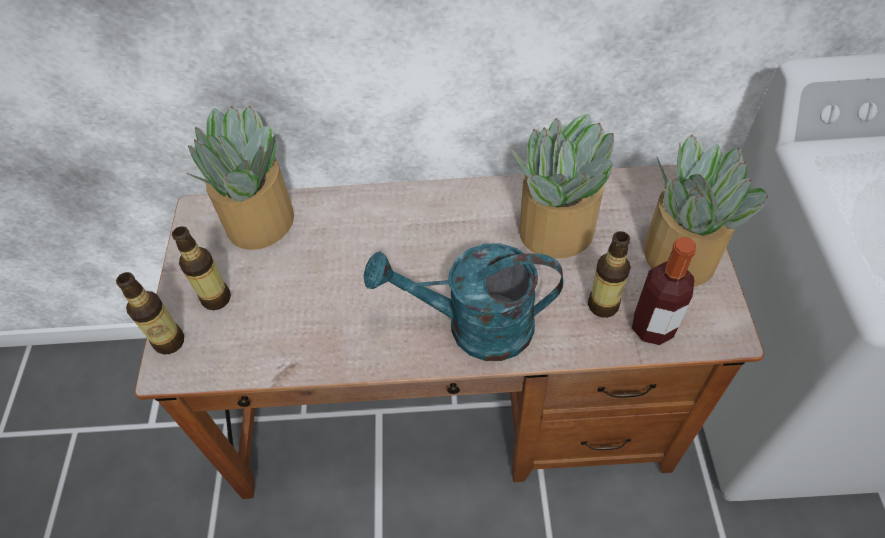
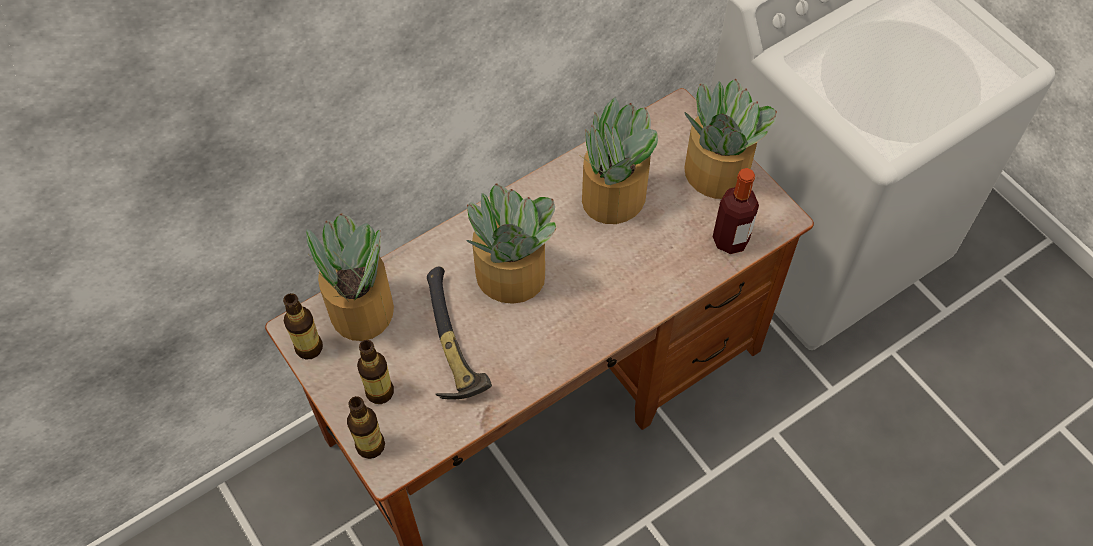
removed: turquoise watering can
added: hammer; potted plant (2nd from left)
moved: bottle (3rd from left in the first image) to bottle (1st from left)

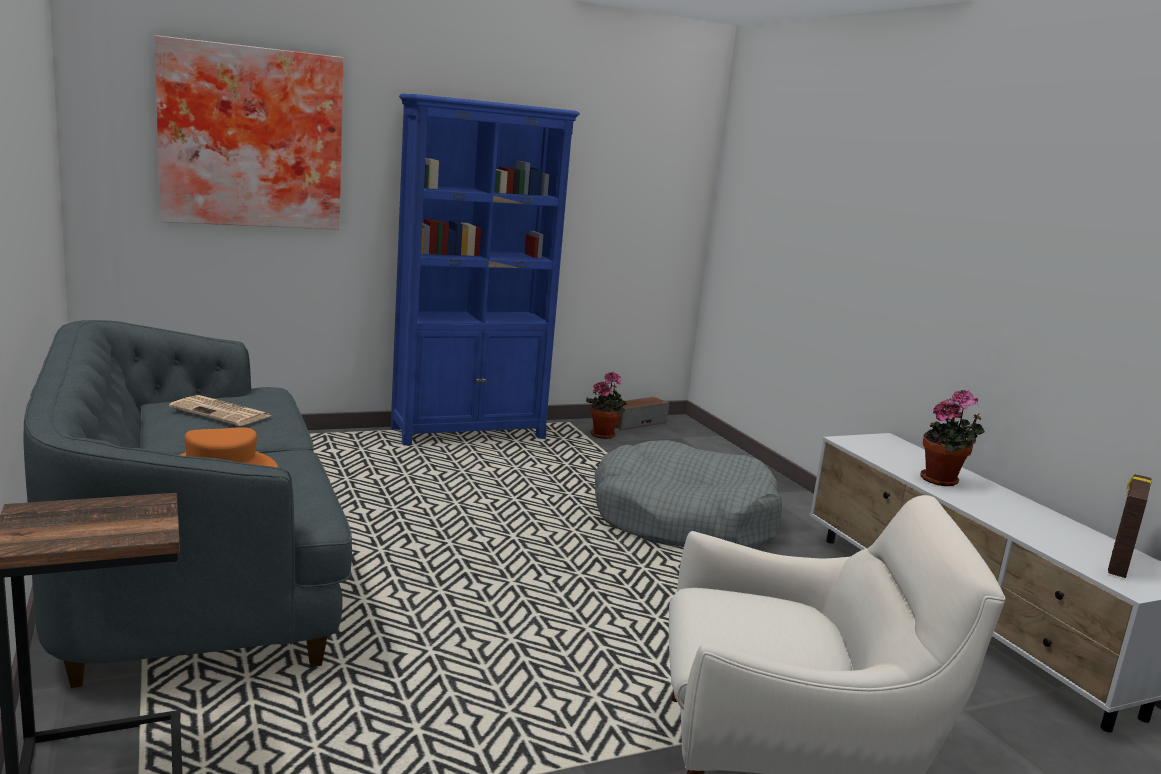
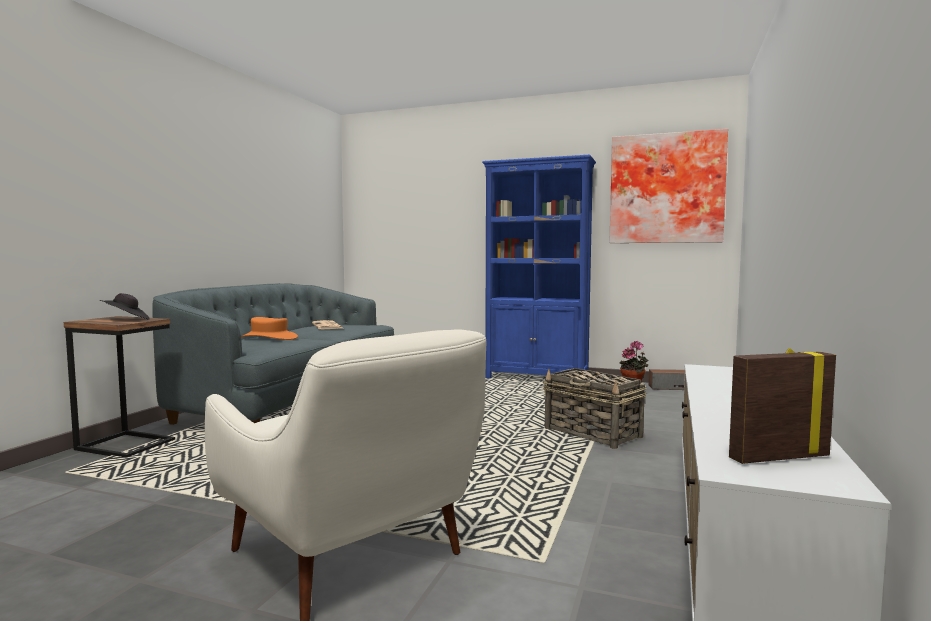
removed: potted plant (2nd from left)
added: black hat
moved: picture
replaced: grey dog bed to basket

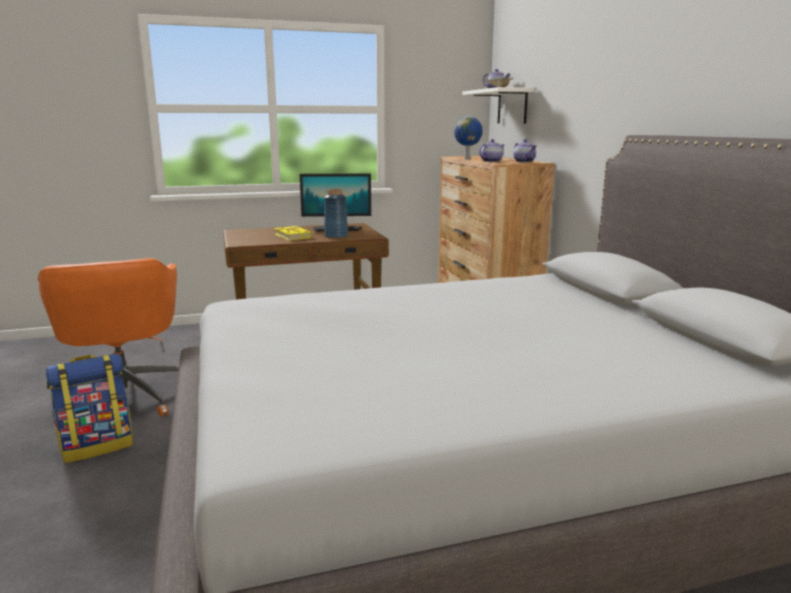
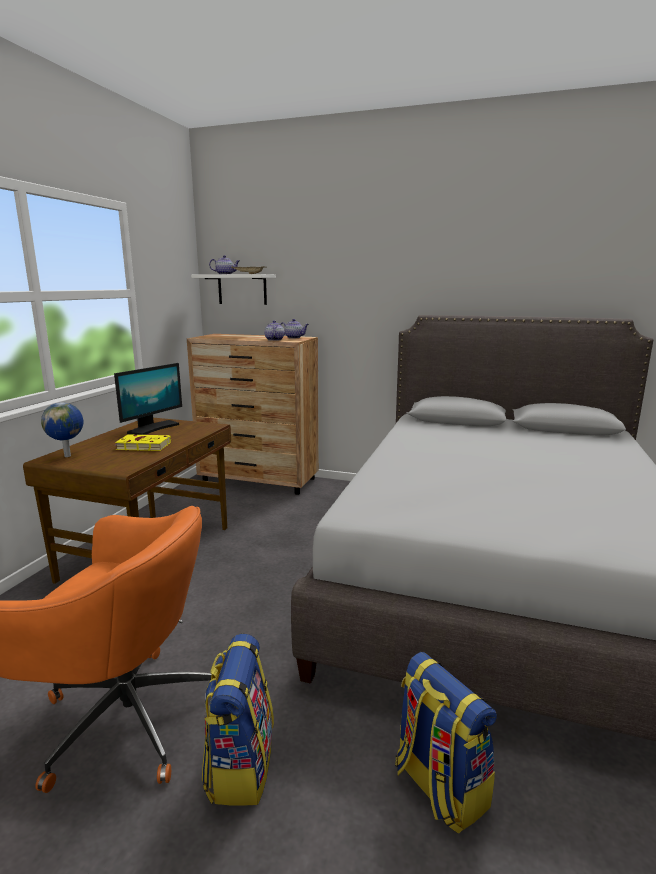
removed: blue vase
added: backpack (2nd from left)
moved: globe

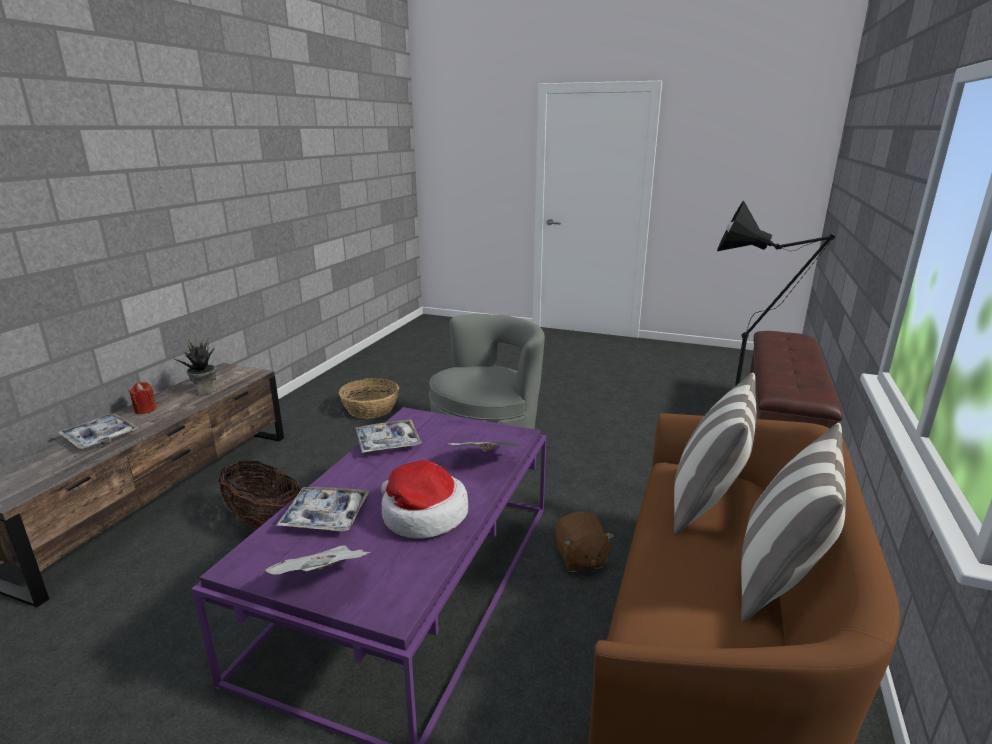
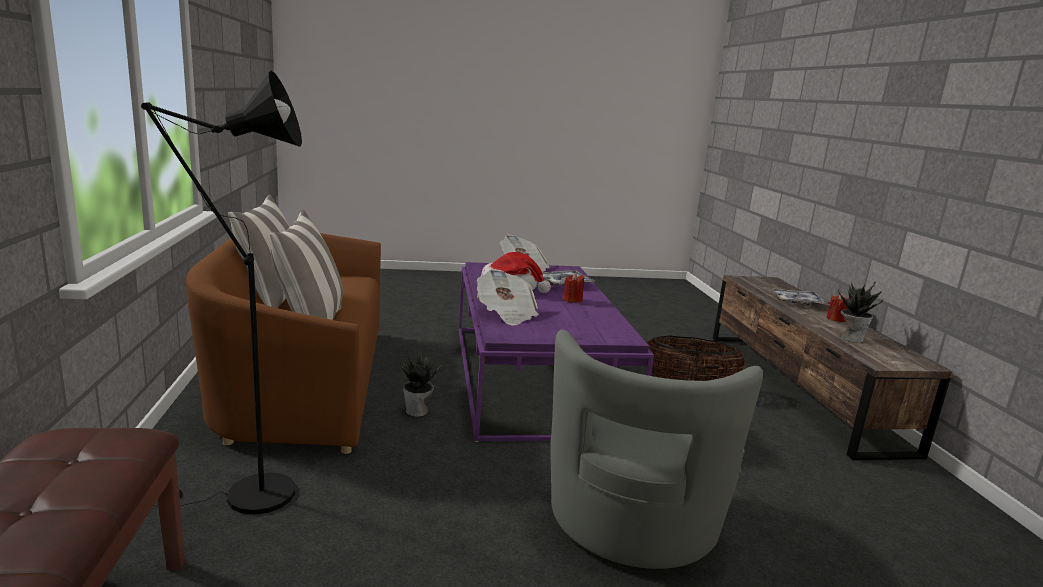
removed: basket (2nd from left); tray (3rd from left)
added: red candle (1st from left)
replaced: brown plush toy to potted plant (1st from left)

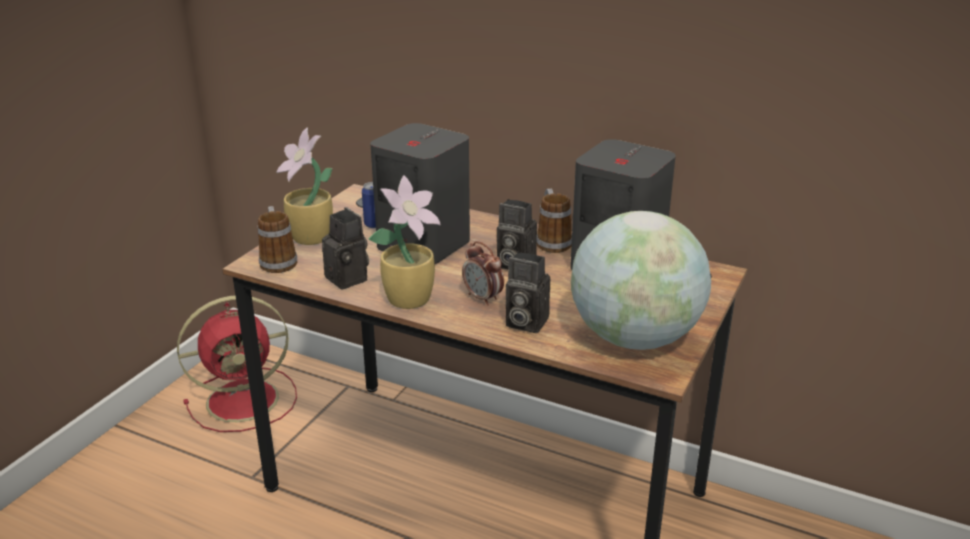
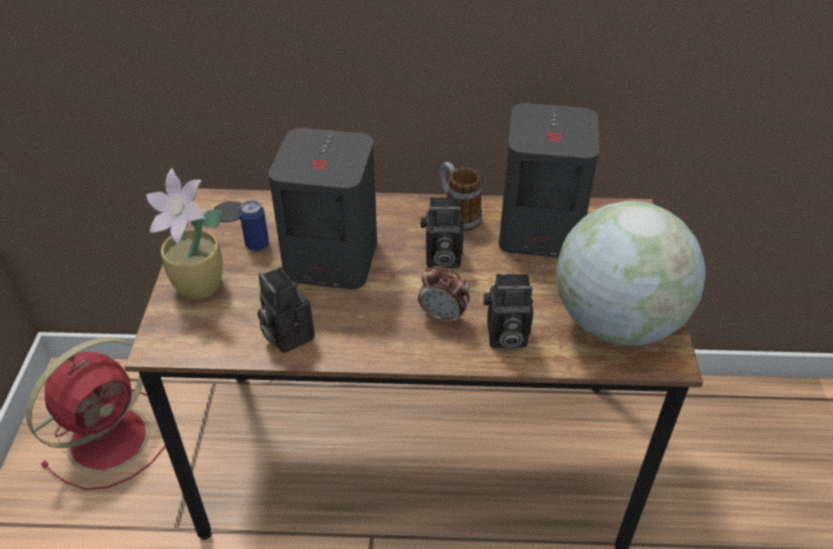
removed: mug (1st from left); potted plant (2nd from left)
turned: photo camera (1st from left) 150 degrees counterclockwise

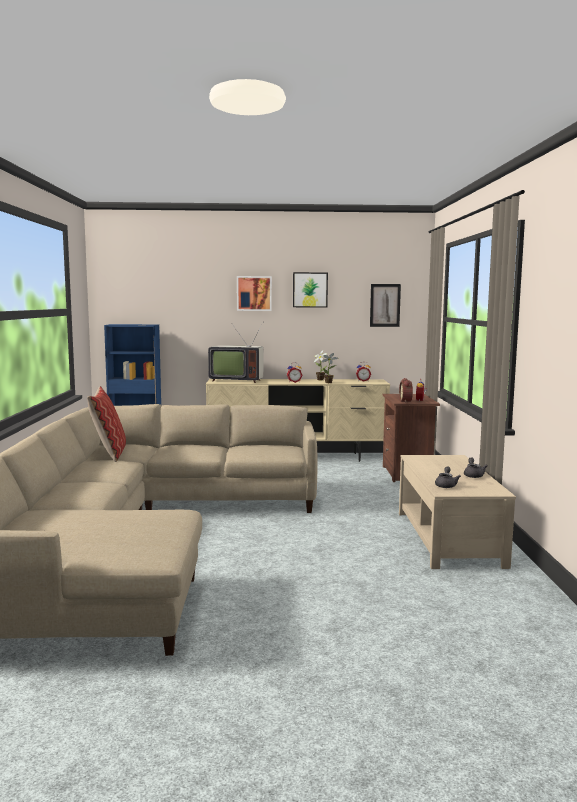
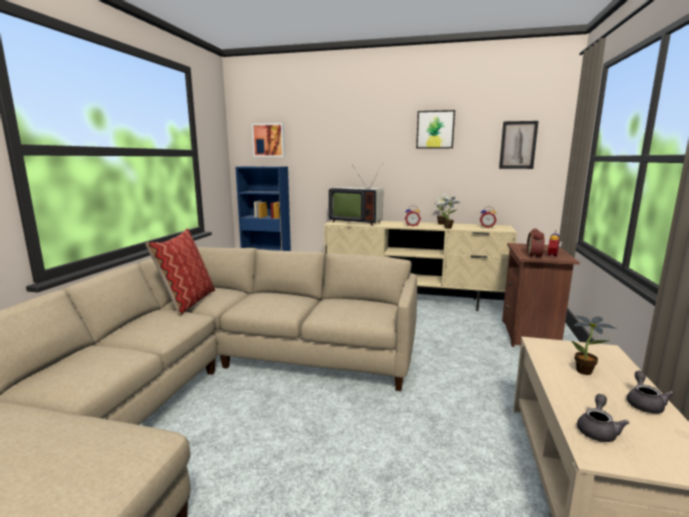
added: potted plant (3rd from left)
moved: picture (1st from left)

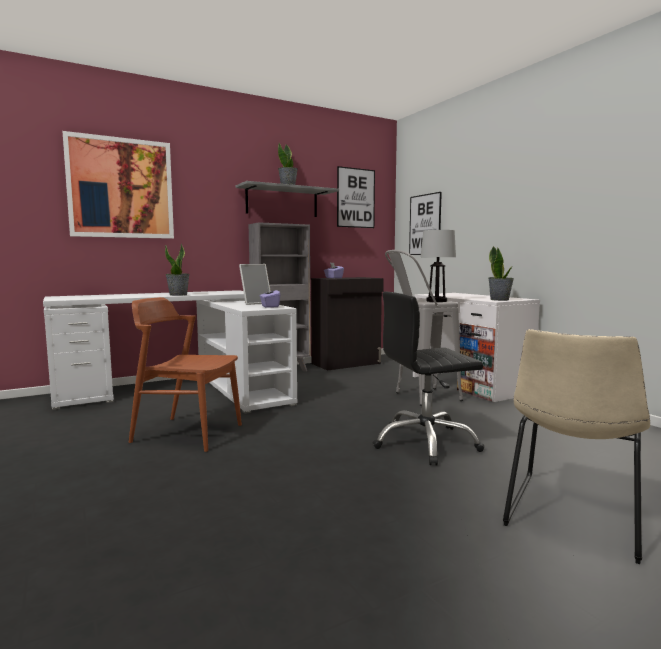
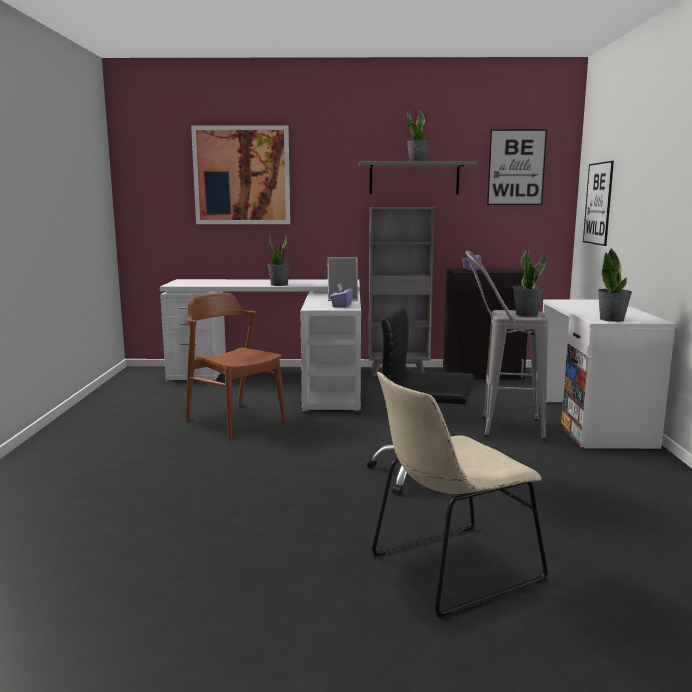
replaced: table lamp to potted plant (3rd from left)

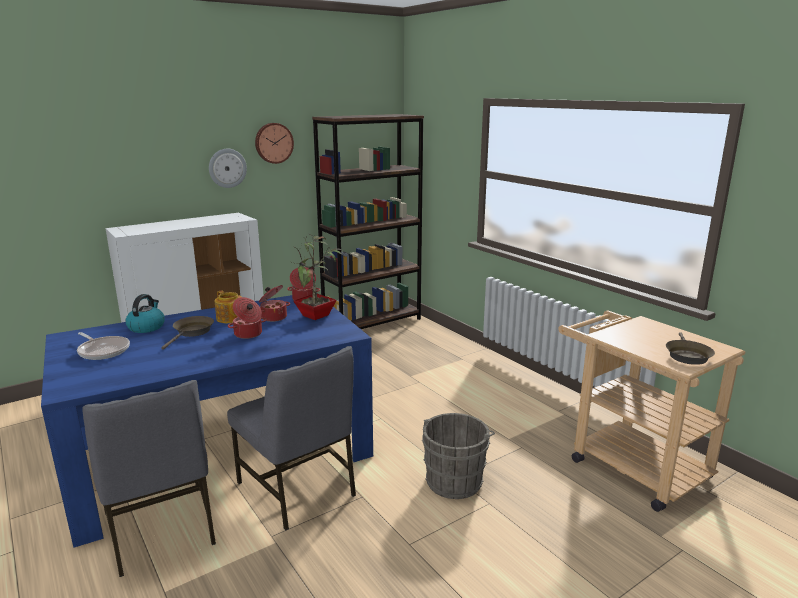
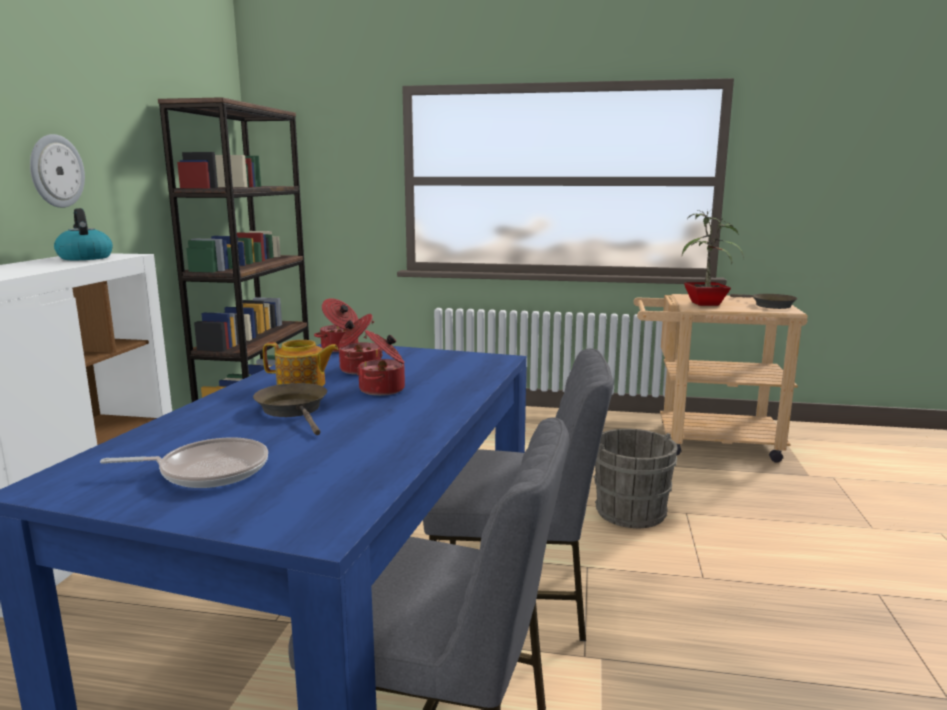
removed: wall clock (2nd from left)
moved: kettle; potted plant

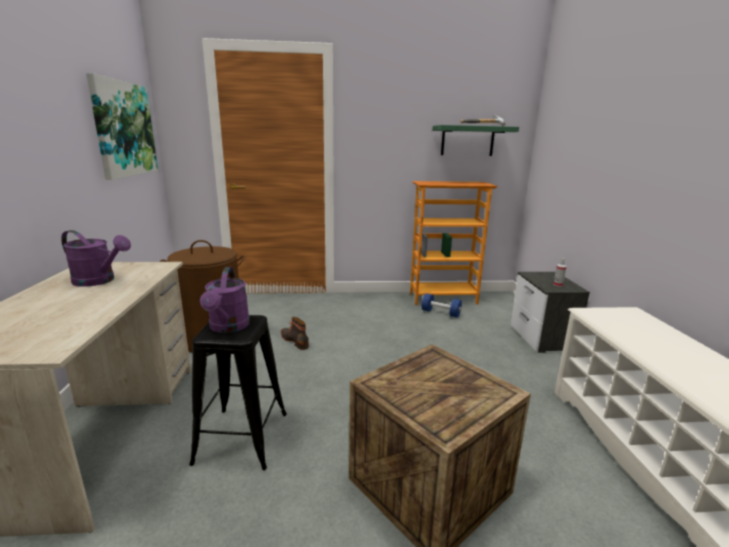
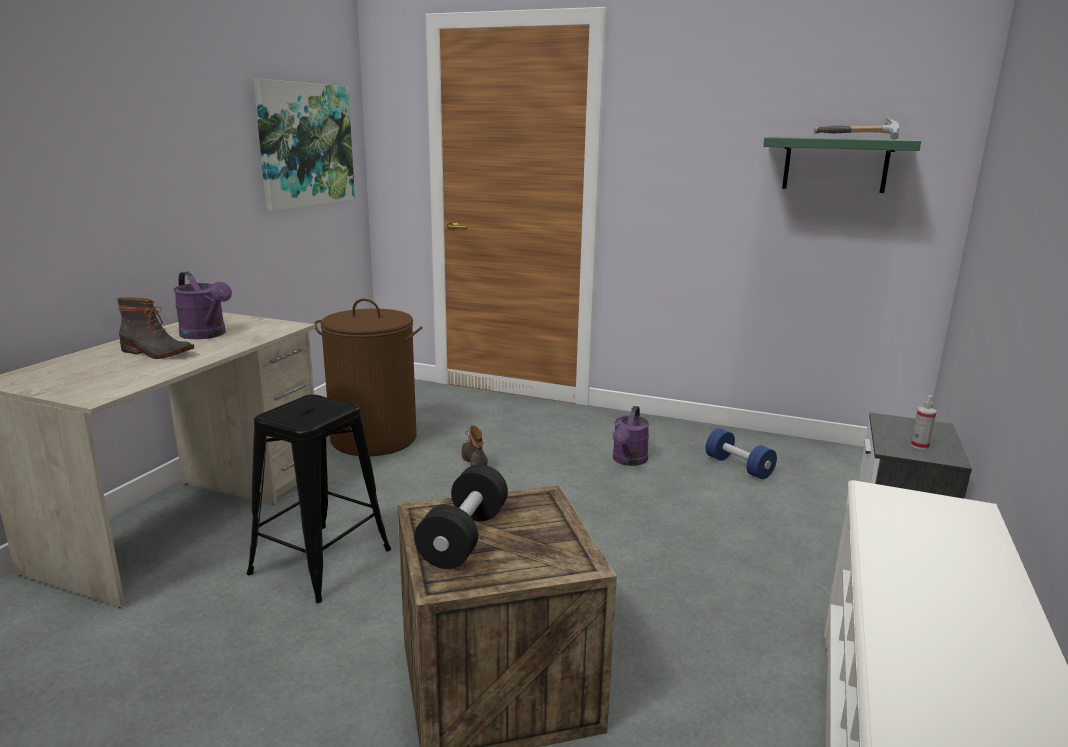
removed: bookcase
added: boot (1st from left); black dumbbell
moved: purple watering can (2nd from left)

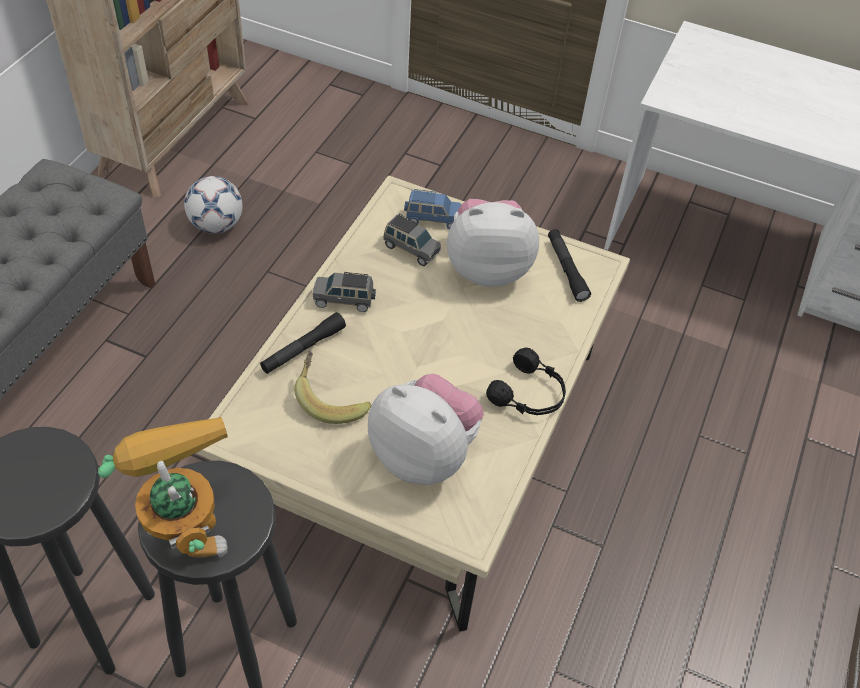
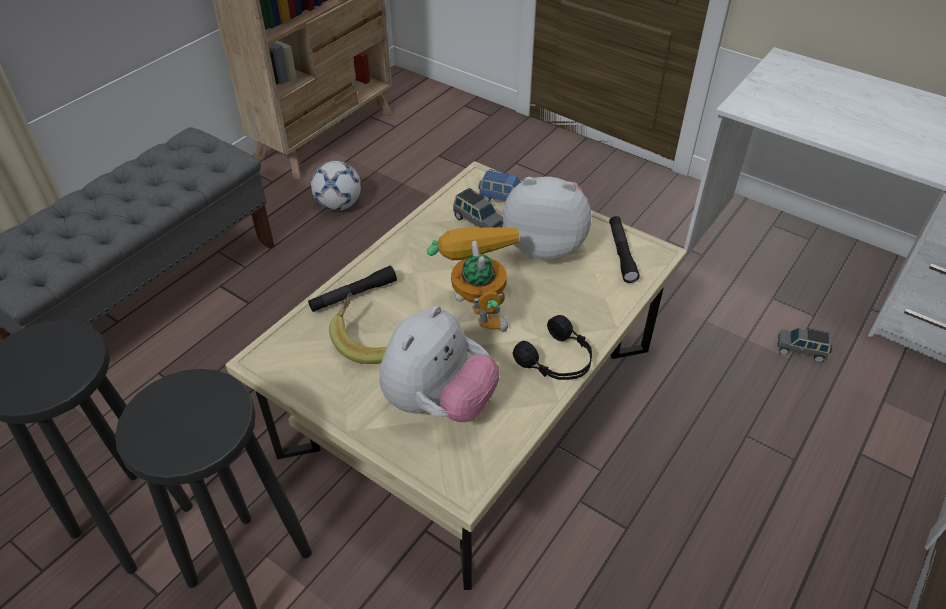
moved: toy robot; grey toy car (1st from left in the first image) to grey toy car (2nd from left)
turned: plush toy (1st from left) 75 degrees clockwise

